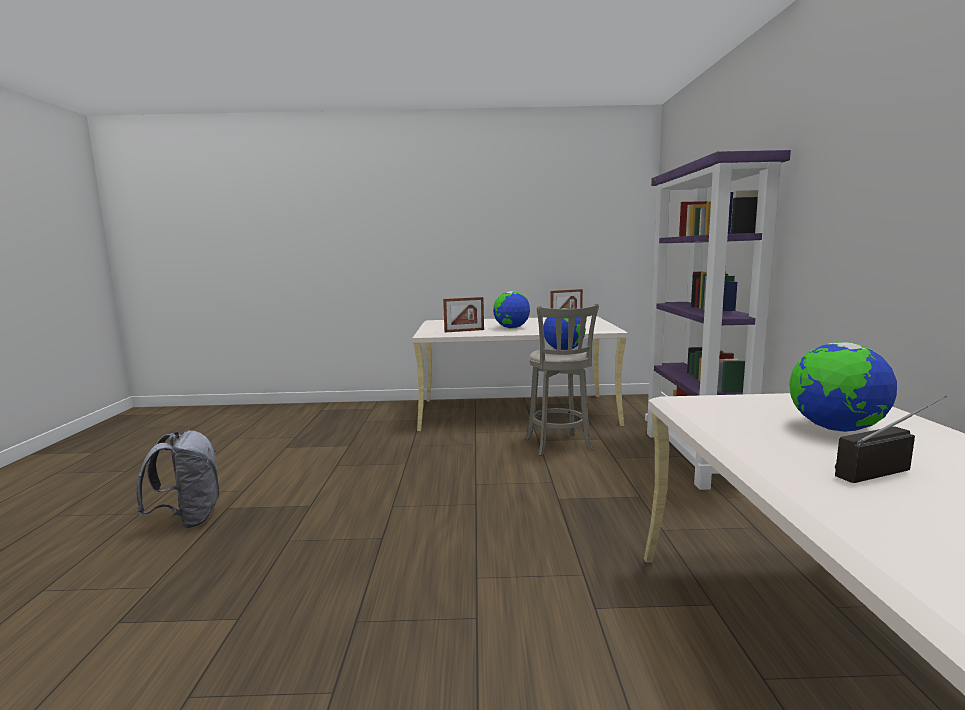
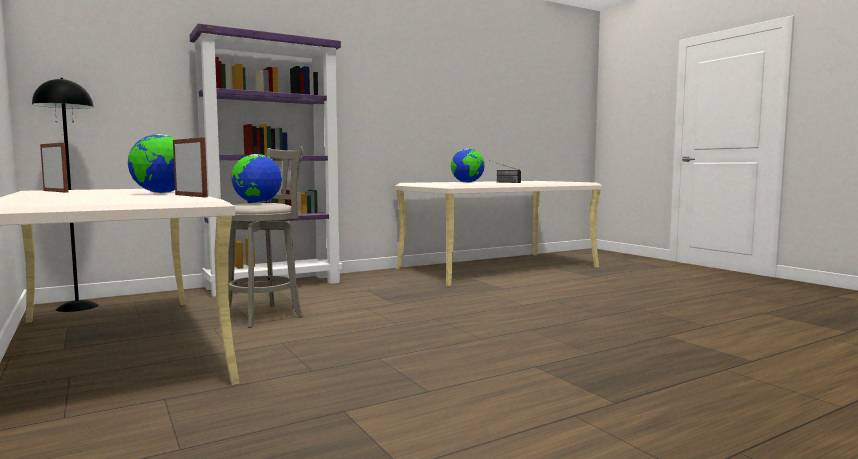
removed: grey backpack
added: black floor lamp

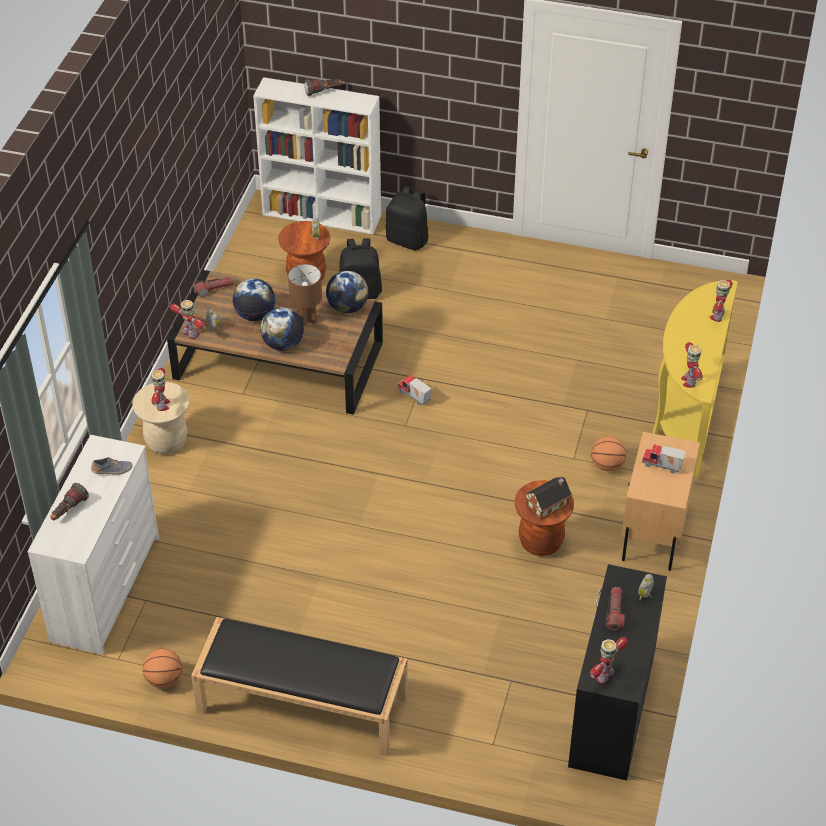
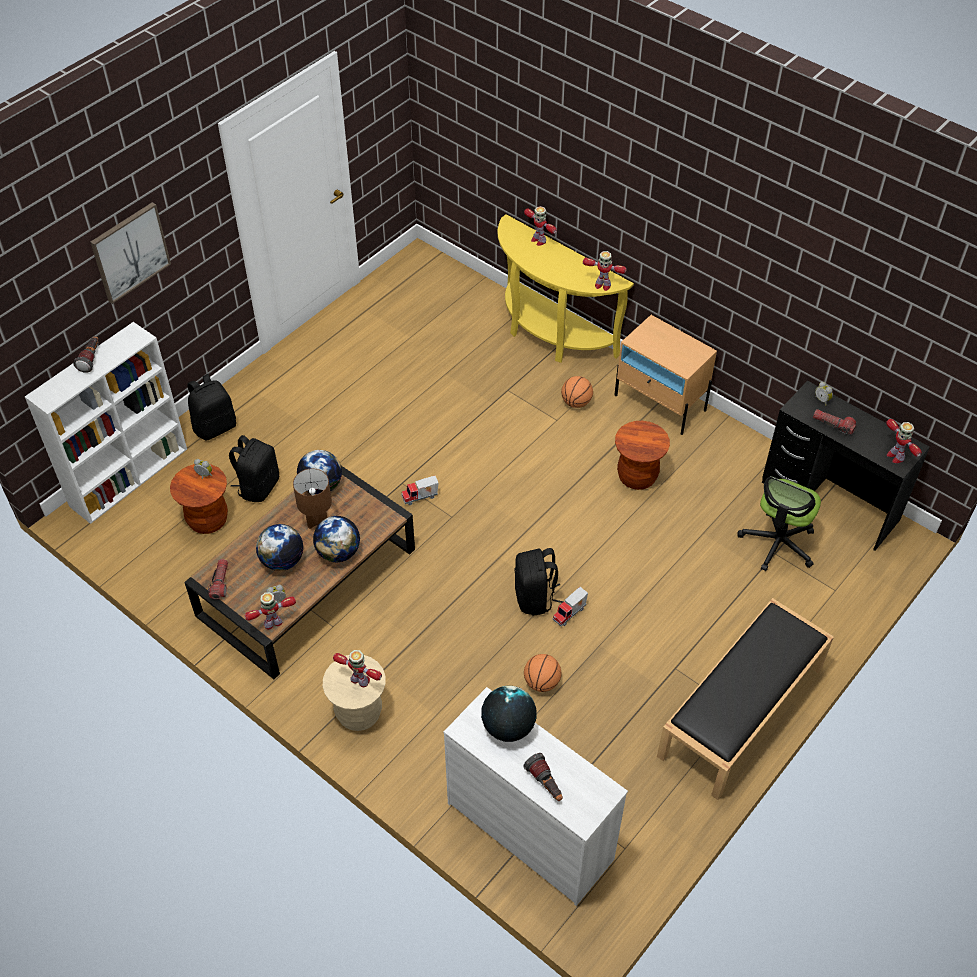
removed: toy house
added: picture; black backpack (3rd from left); office chair
moved: basketball (1st from left); toy truck (2nd from left)
replaced: shoe to globe (4th from left)

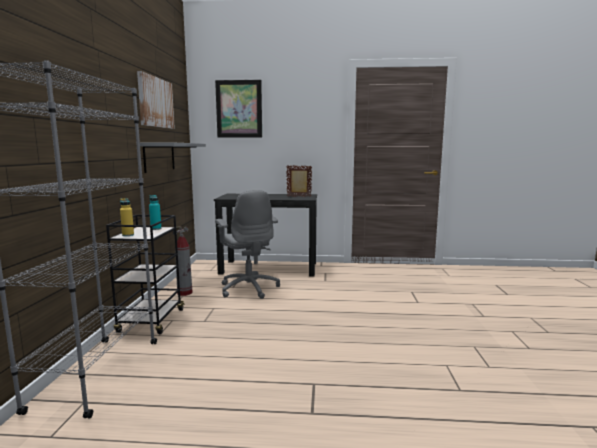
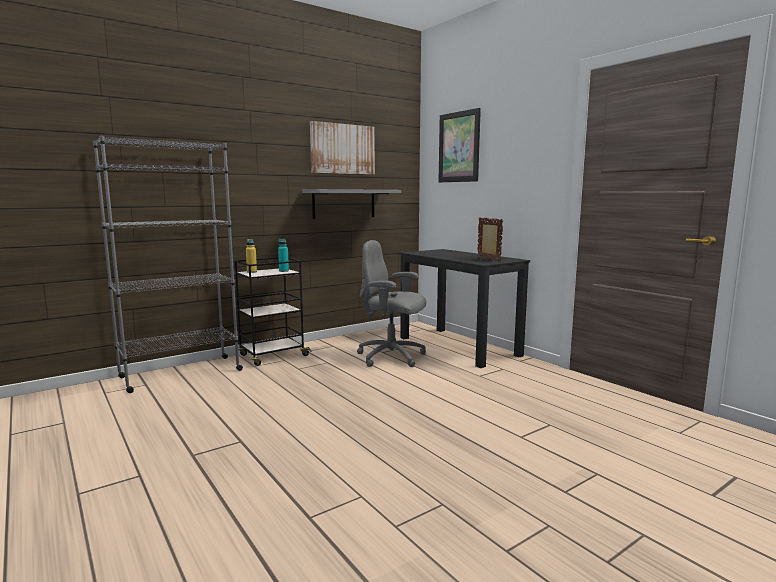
removed: fire extinguisher
turned: grey office chair 90 degrees clockwise

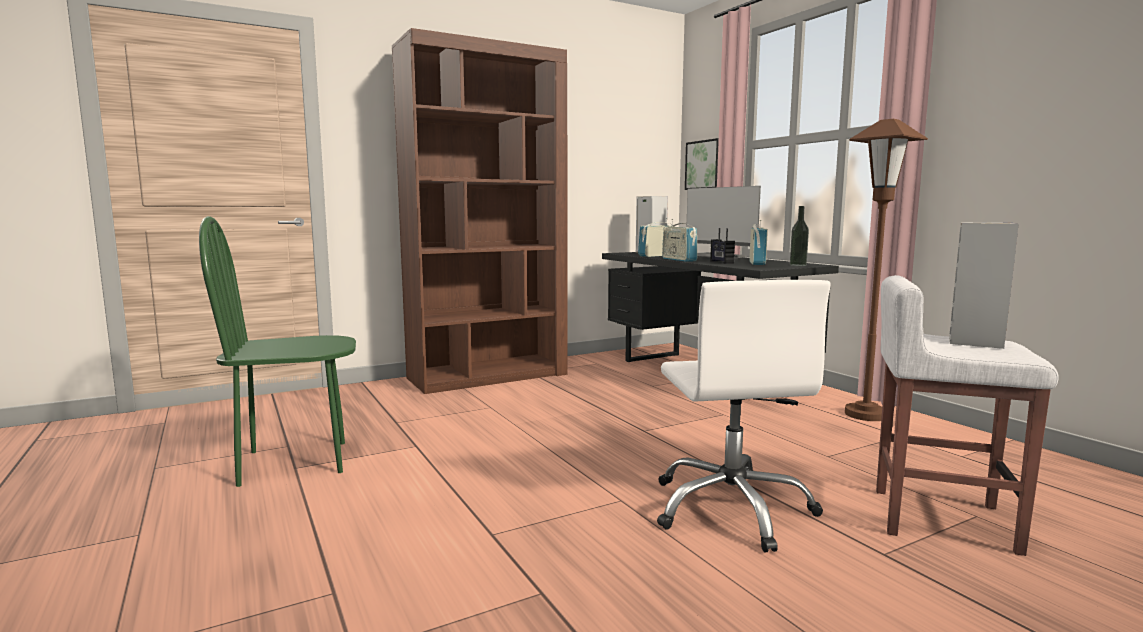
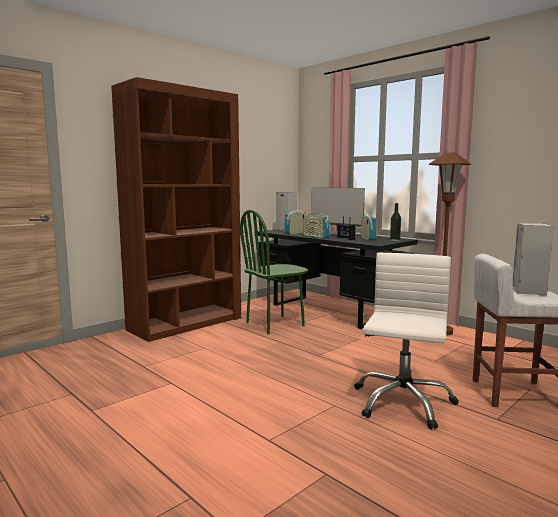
removed: picture
moved: green chair
turned: white office chair 135 degrees counterclockwise

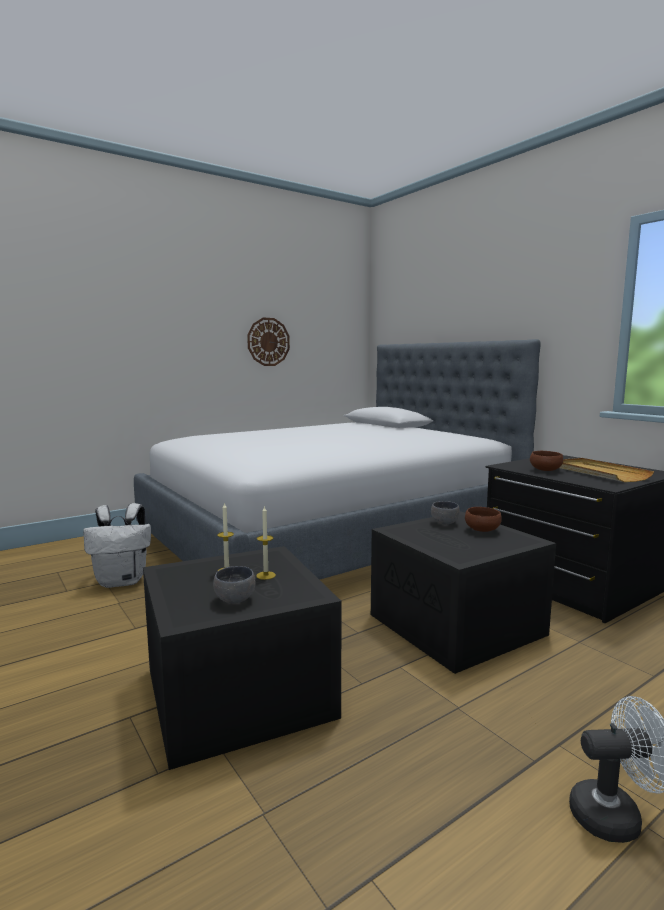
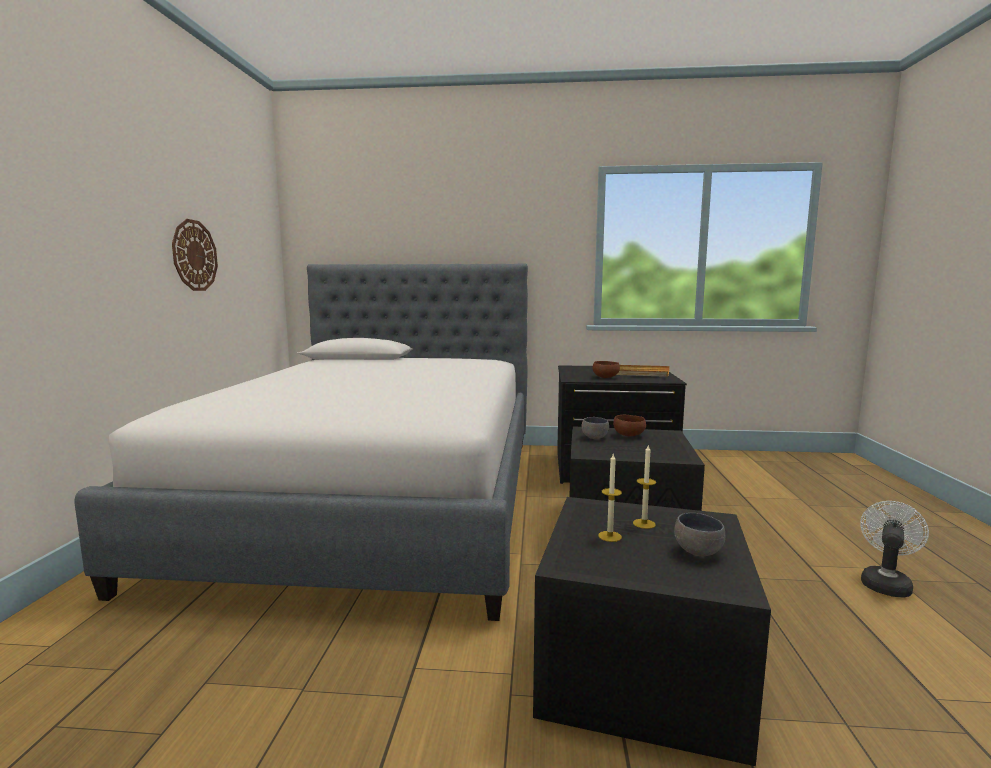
removed: white backpack

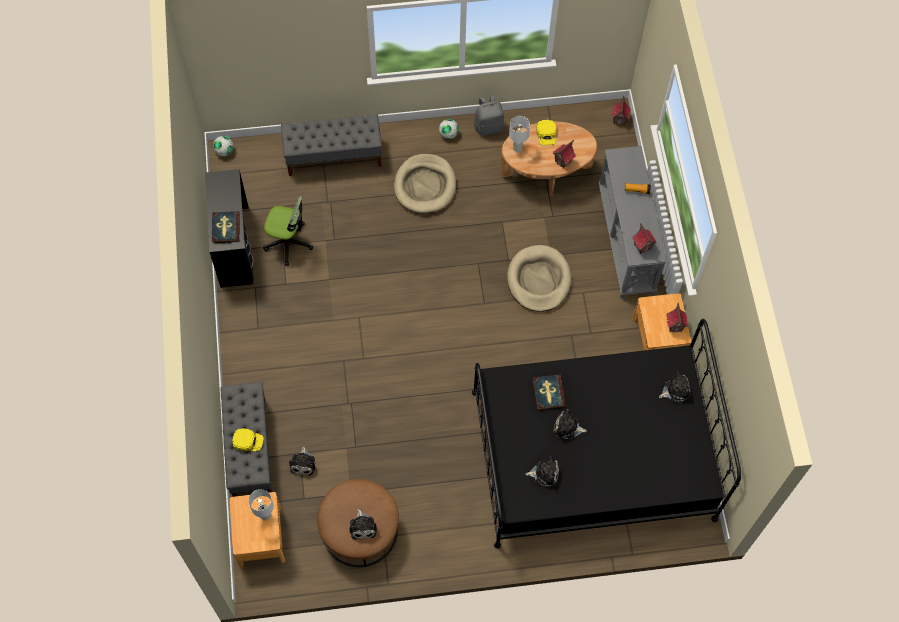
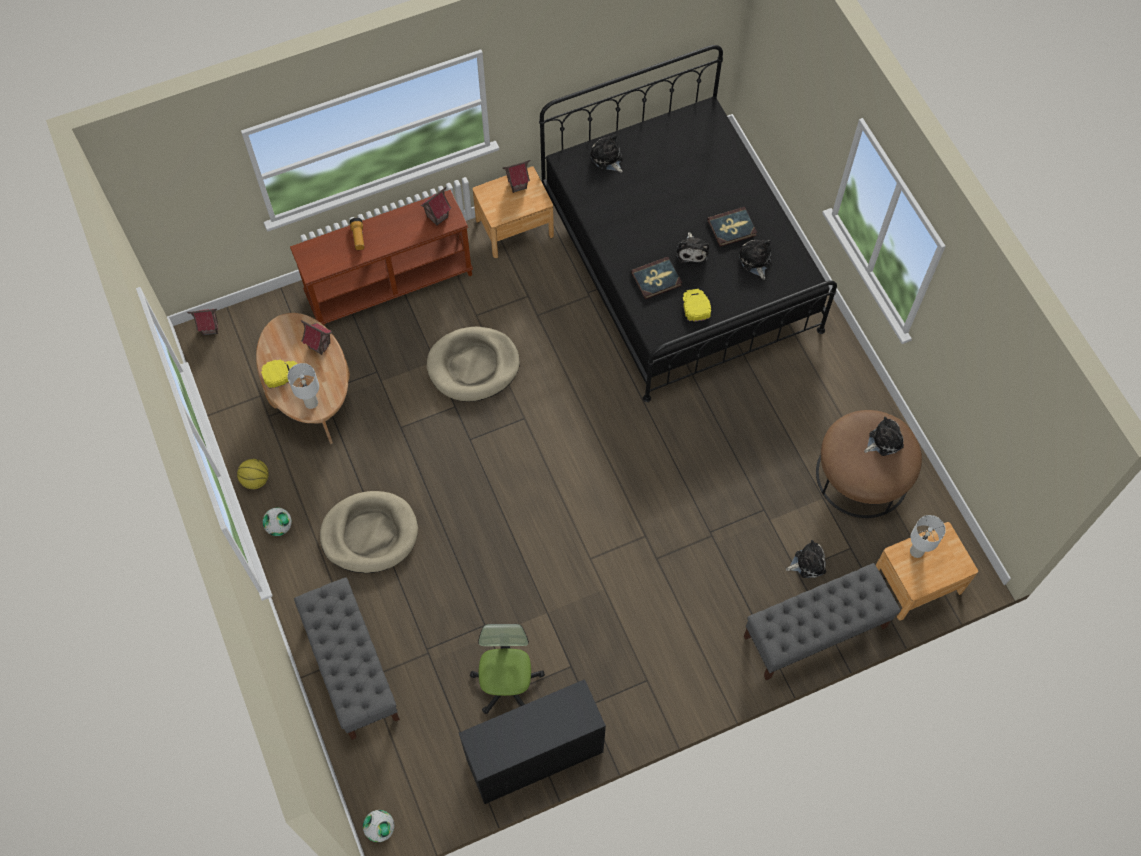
moved: book (1st from left in the first image) to book (2nd from left); yellow cap (1st from left in the first image) to yellow cap (2nd from left)
replaced: grey backpack to basketball
recoloured: grey console table to brown console table

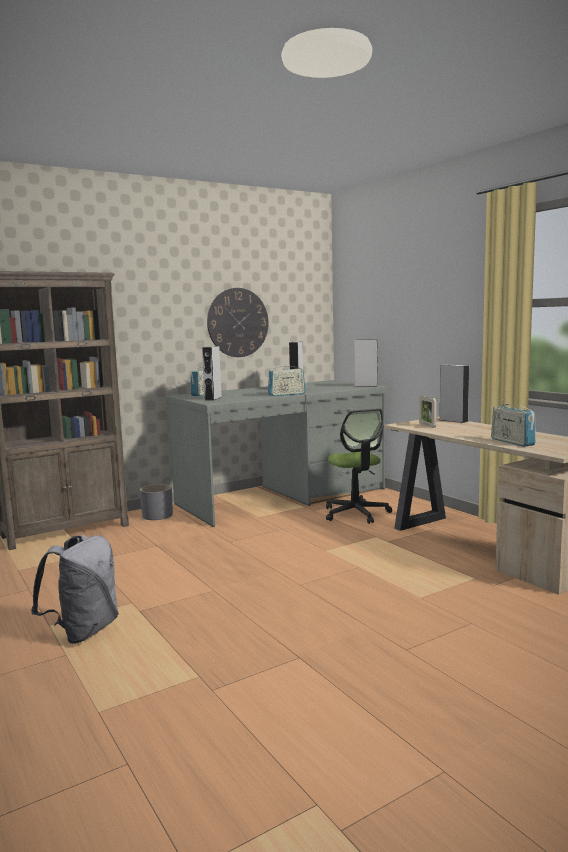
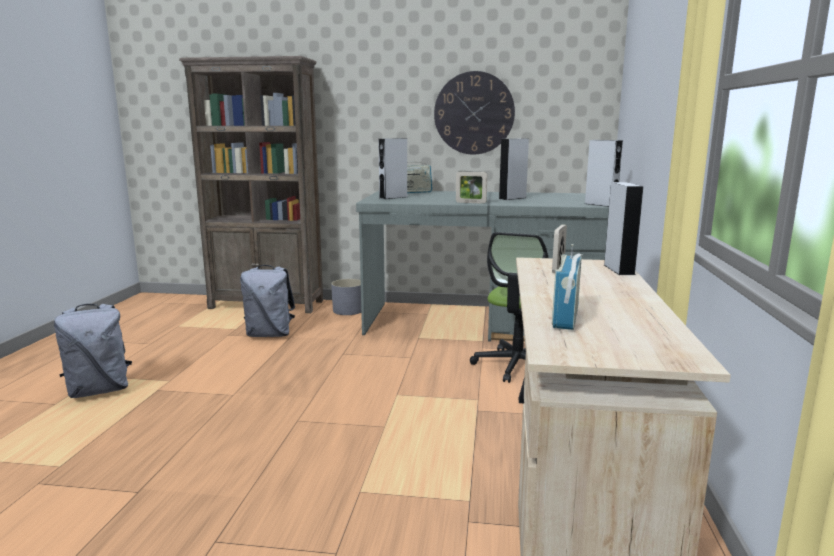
added: grey backpack (2nd from left)
replaced: radio (2nd from left) to picture frame (1st from left)

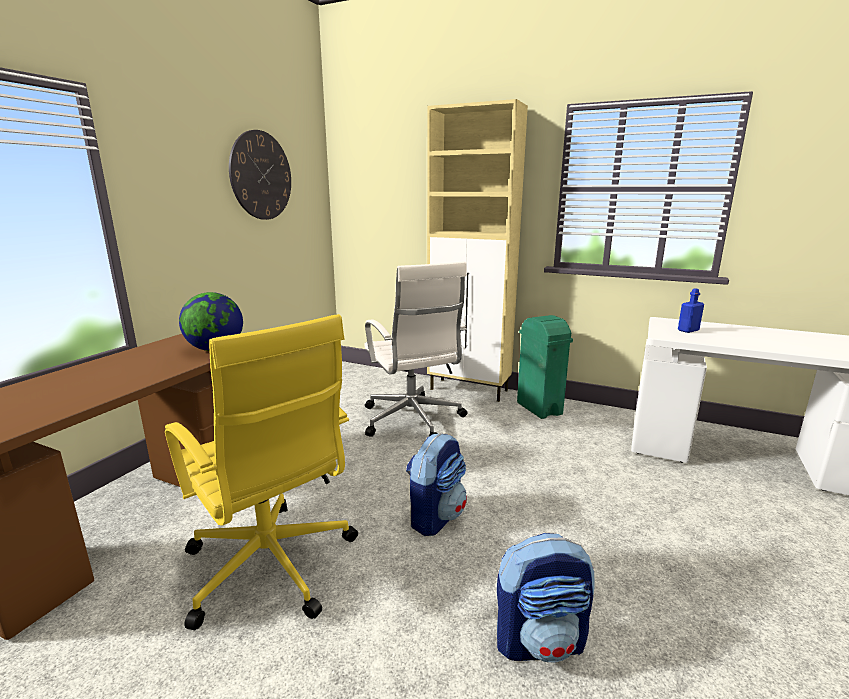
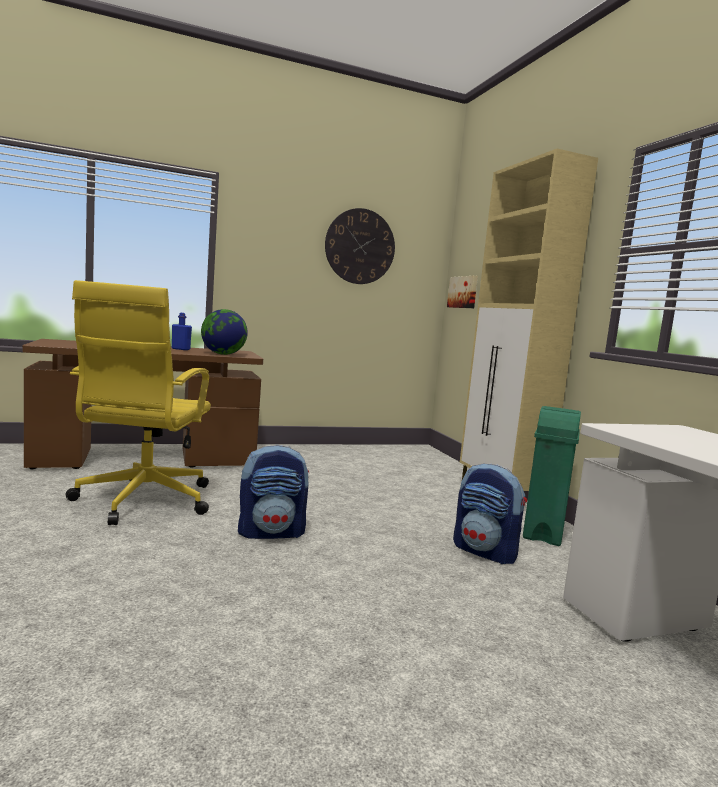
removed: white office chair
added: picture
moved: backpack (2nd from left); blue bottle

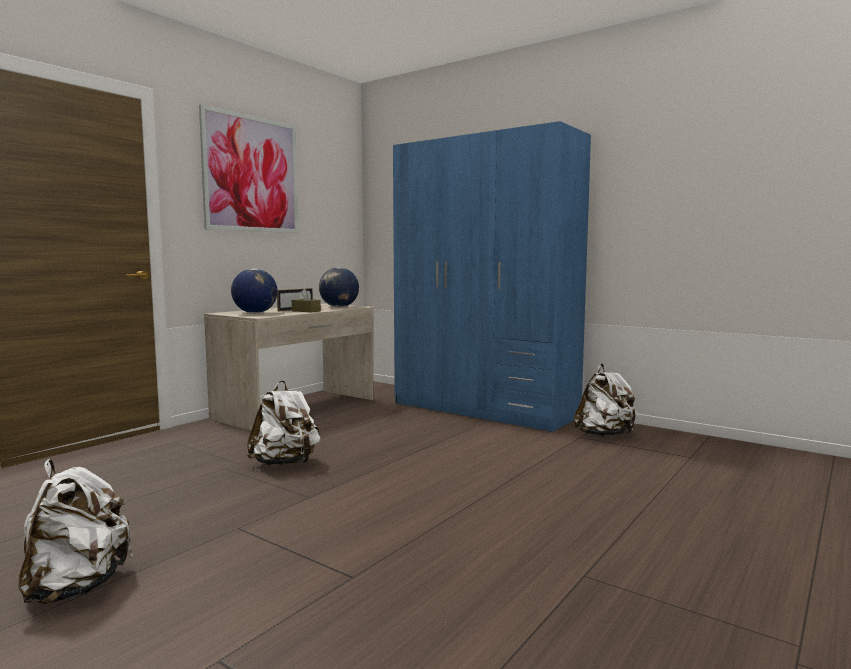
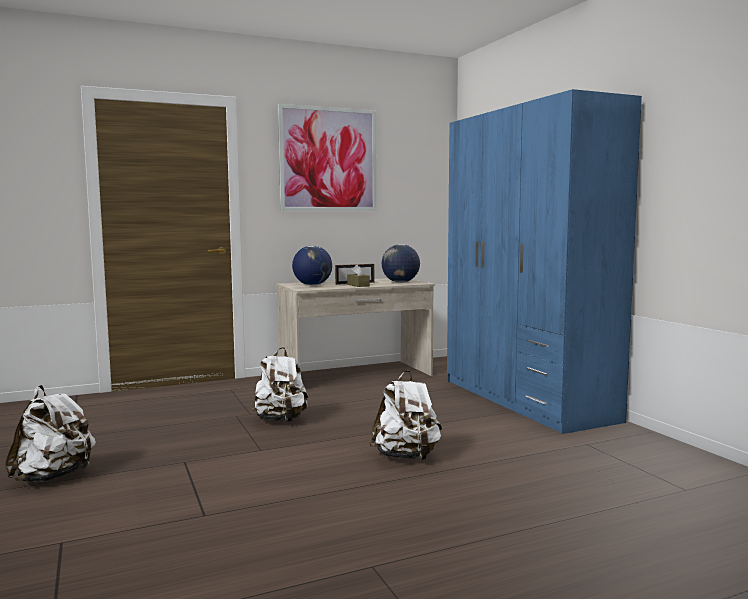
moved: white backpack (3rd from left)

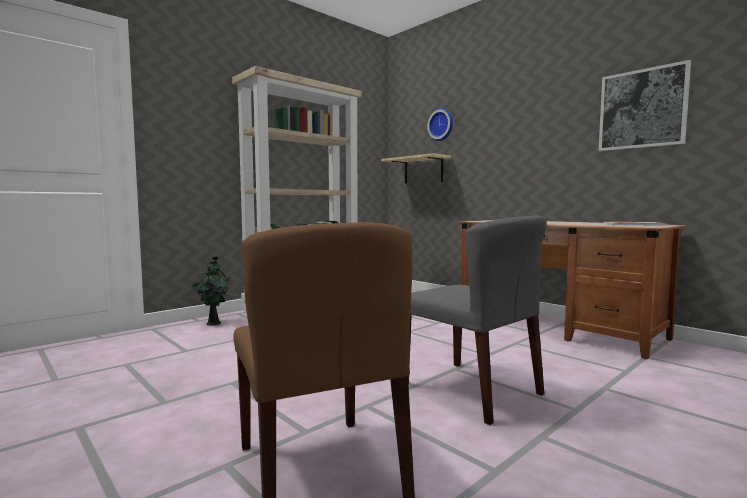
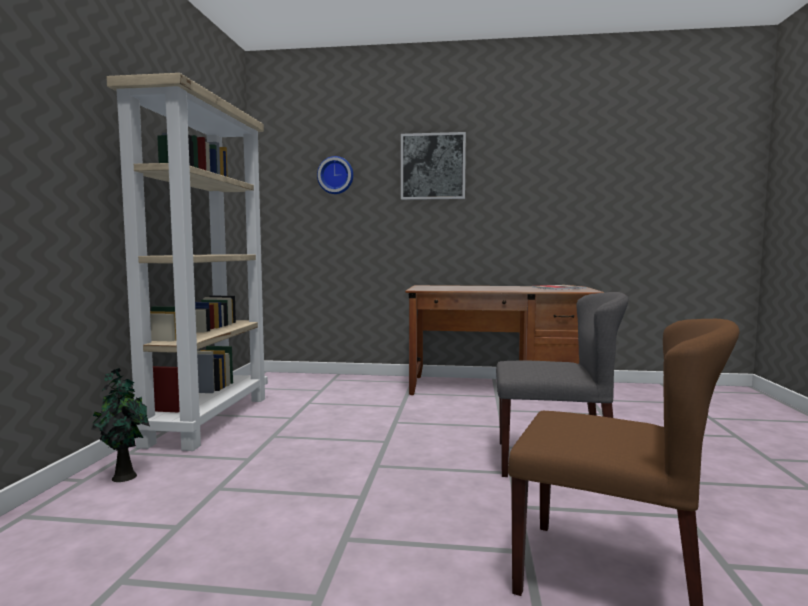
removed: shelf
moved: picture

